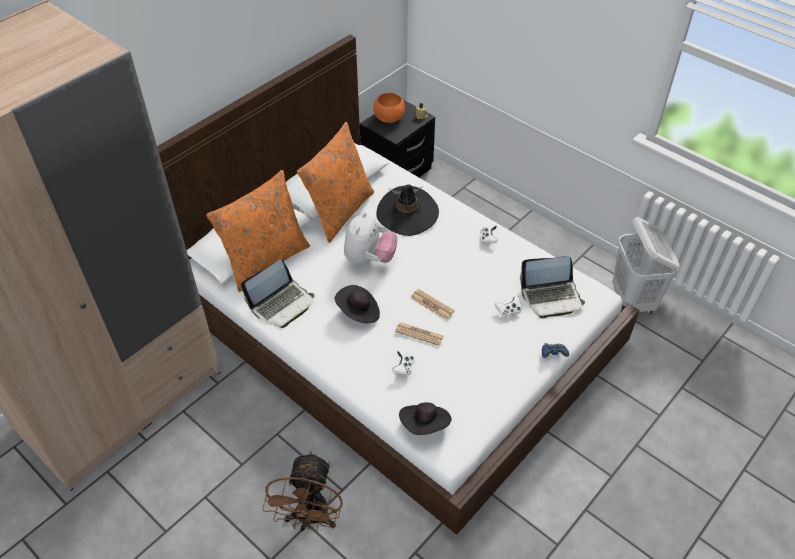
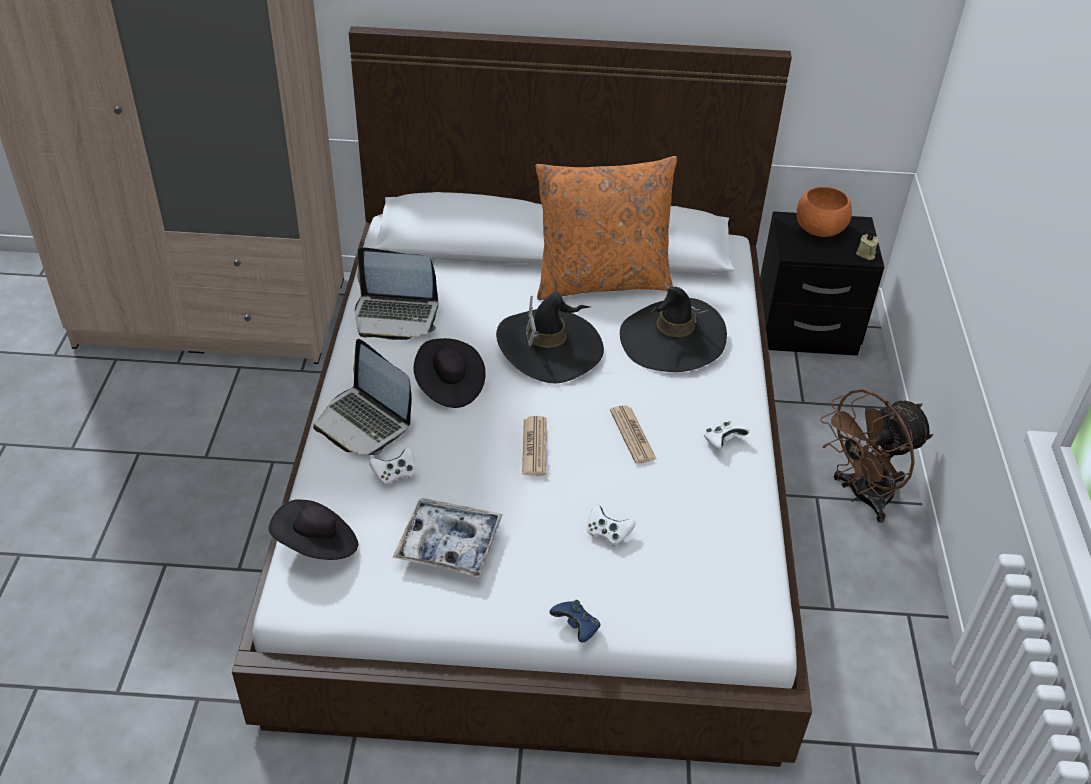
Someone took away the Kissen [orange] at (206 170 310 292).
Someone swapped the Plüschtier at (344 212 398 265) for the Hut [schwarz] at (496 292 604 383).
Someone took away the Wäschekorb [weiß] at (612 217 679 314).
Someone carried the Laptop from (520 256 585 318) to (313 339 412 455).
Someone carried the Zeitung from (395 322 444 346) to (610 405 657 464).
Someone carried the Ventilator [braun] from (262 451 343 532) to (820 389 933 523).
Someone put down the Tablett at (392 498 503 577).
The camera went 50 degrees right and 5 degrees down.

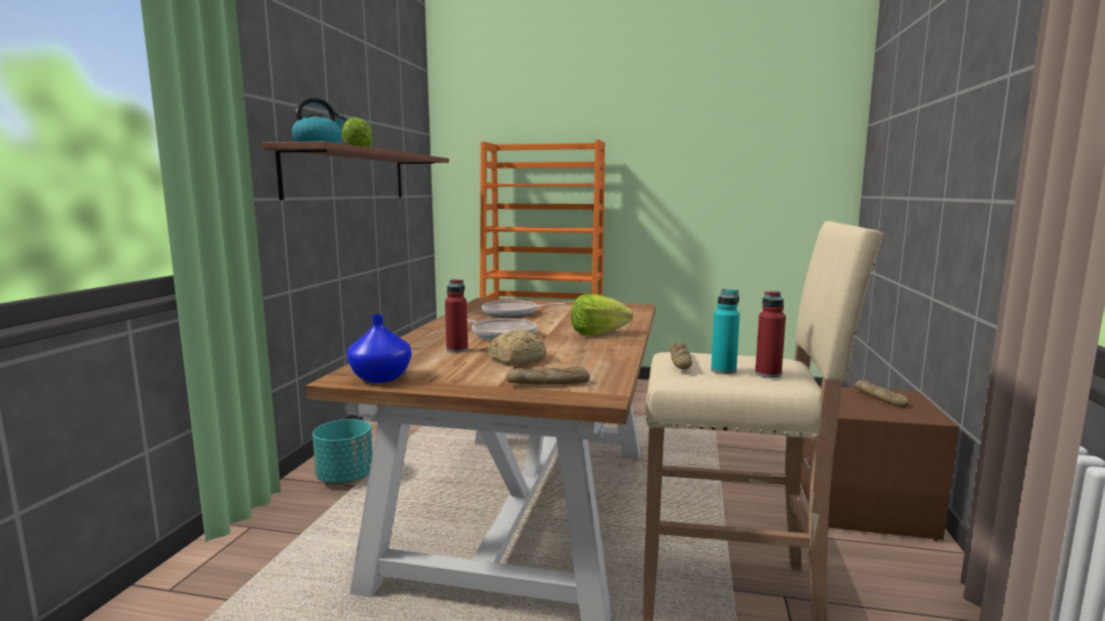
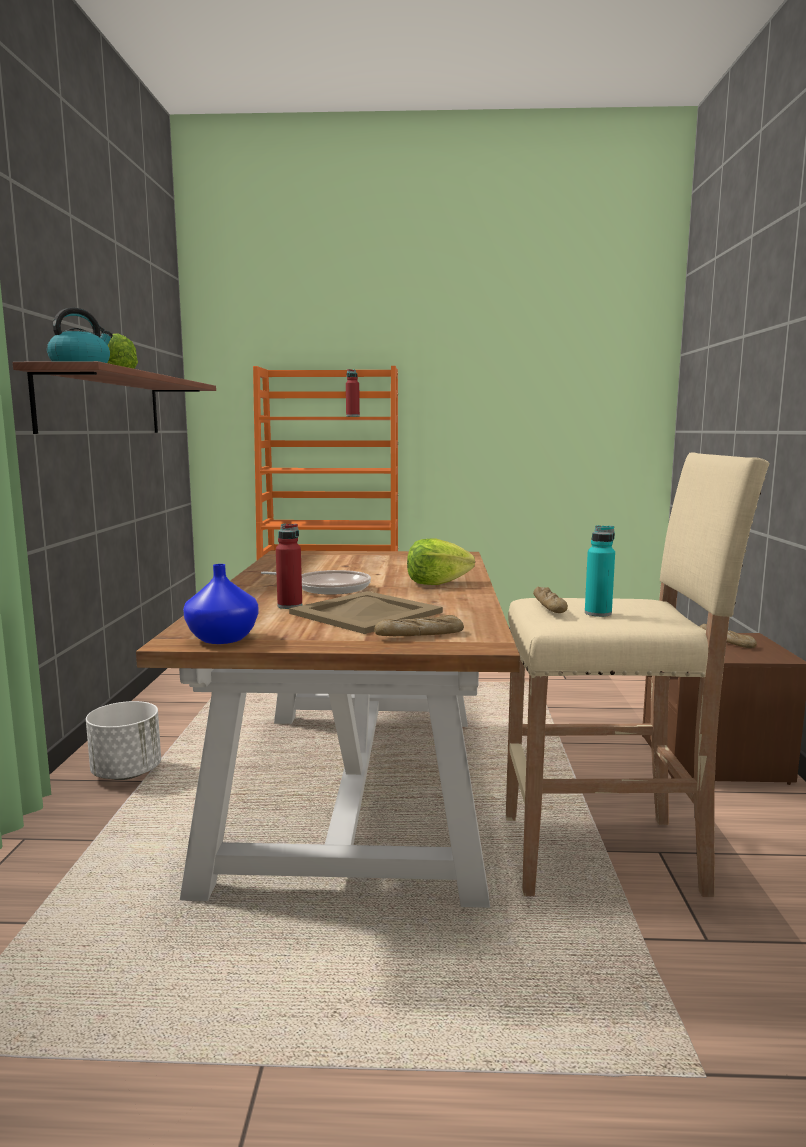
Someone carried the Flasche [rot] from (755 291 786 378) to (346 369 360 417).
Someone took away the Pfanne at (482 300 565 318).
Someone swapped the Brot at (487 329 547 365) for the Tablett [beige] at (289 591 443 634).
Someone repainted the Pflanzkübel [türkis] at (312 419 373 484), which became the Pflanzkübel [weiß] at (86 701 161 780).
The camera went 10 degrees left and 0 degrees up.

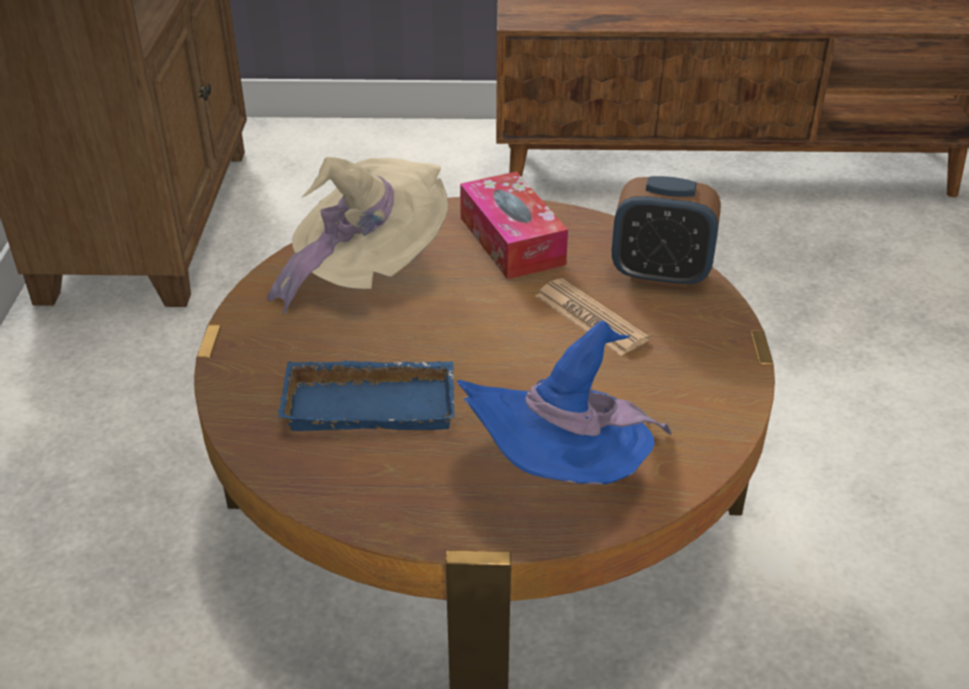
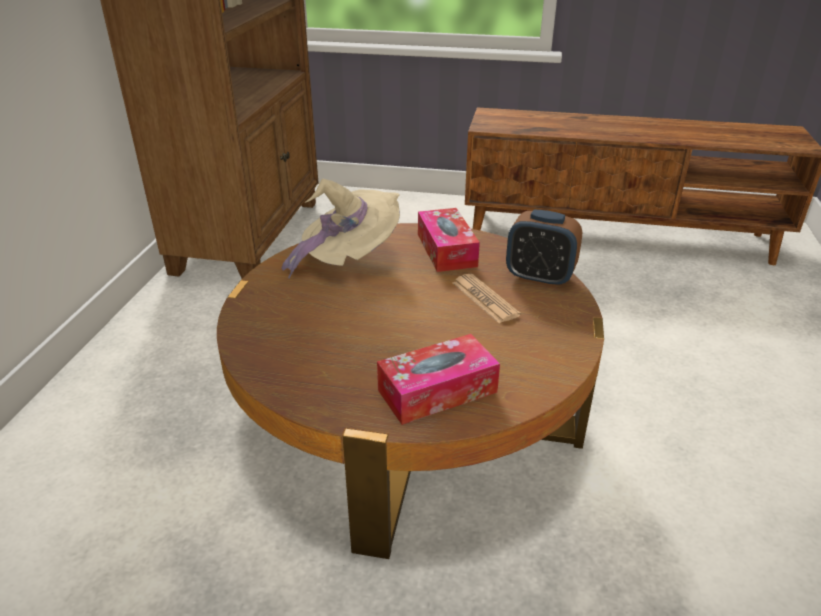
Someone swapped the Hut [blau] at (457 320 672 485) for the Taschentuchbox at (377 334 500 425).
Someone took away the Tablett [blau] at (278 360 455 431).
The camera went 10 degrees right and 5 degrees down.

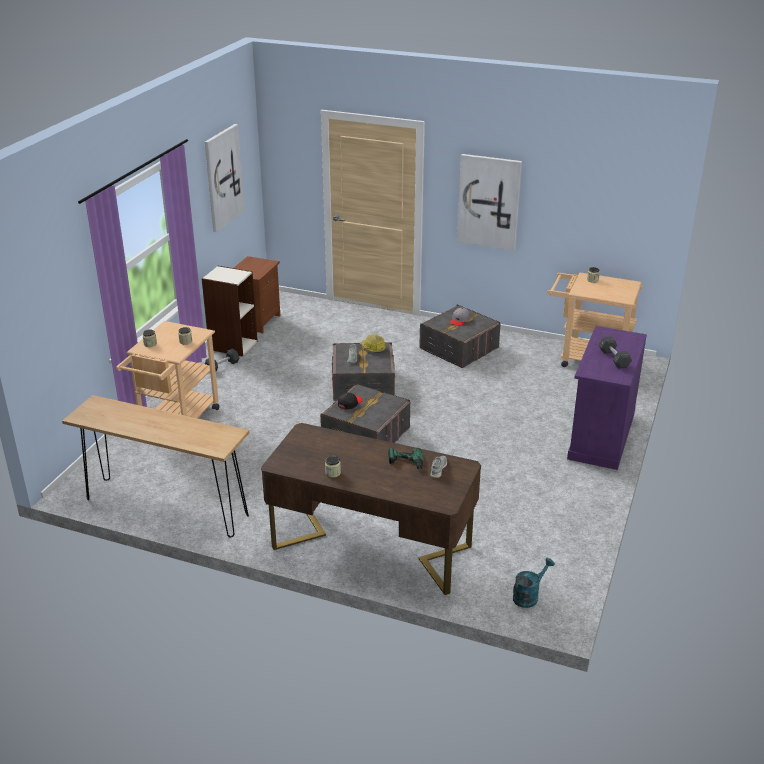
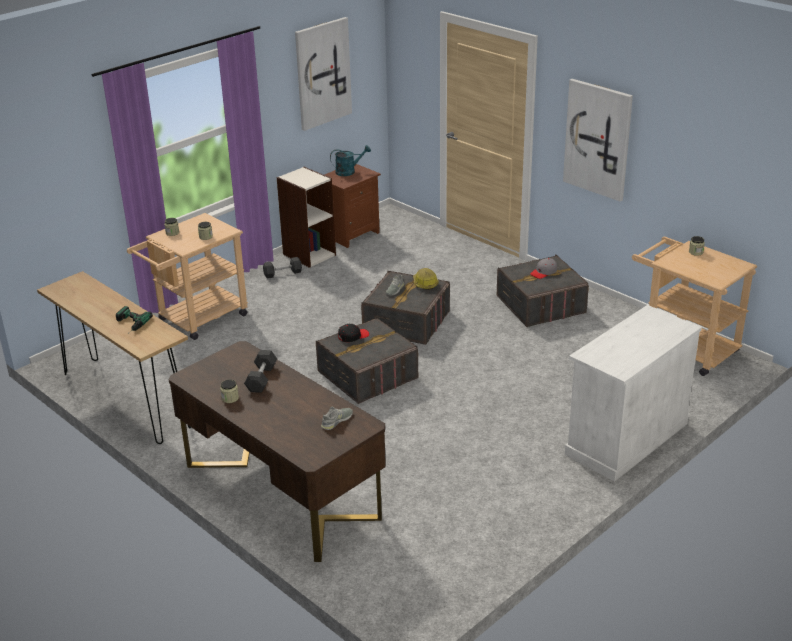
Someone repainted the Schrank [lila] at (567 326 647 470), which became the Schrank [weiß] at (565 305 702 482).
Someone carried the Hantel [grau] from (598 336 632 369) to (244 350 277 393).
Someone carried the Bohrmaschine from (388 448 423 474) to (116 306 153 334).
Someone carried the Gießkanne [türkis] from (513 558 555 608) to (330 145 371 176).
The camera went 25 degrees right and 0 degrees up.

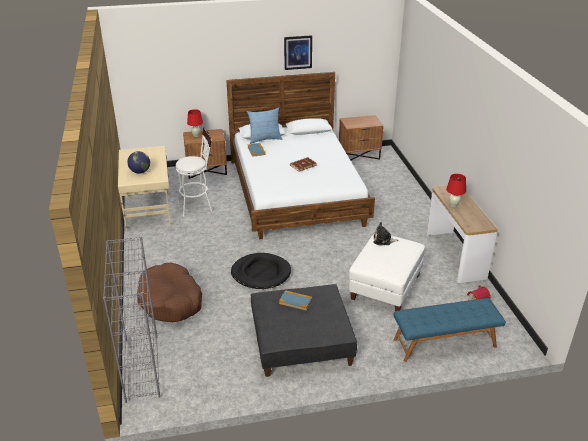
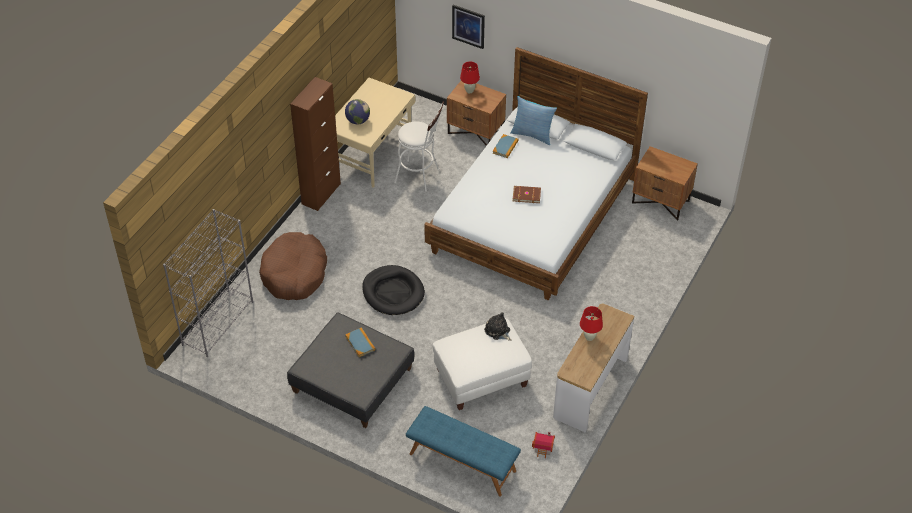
Someone carried the Bild from (284 35 312 70) to (452 5 485 49).
Someone put down the Schrank [braun] at (290 77 341 211).
The camera went 40 degrees right and 15 degrees up.

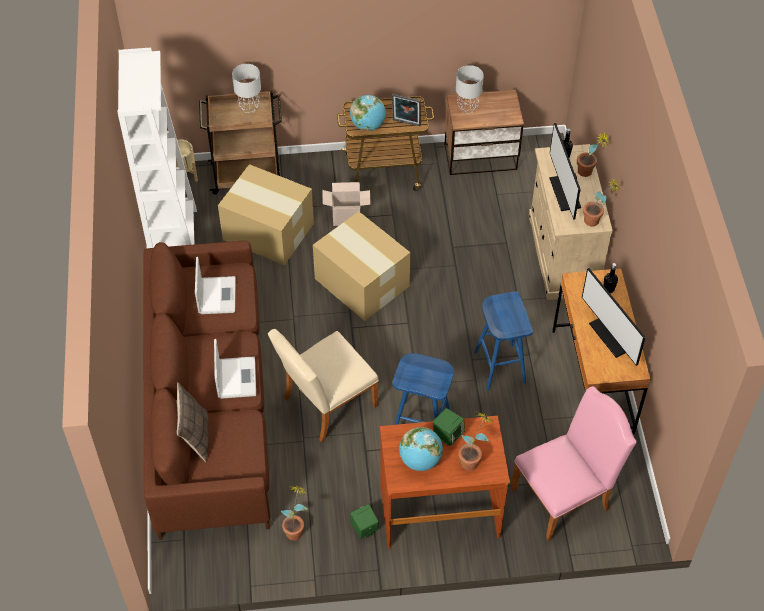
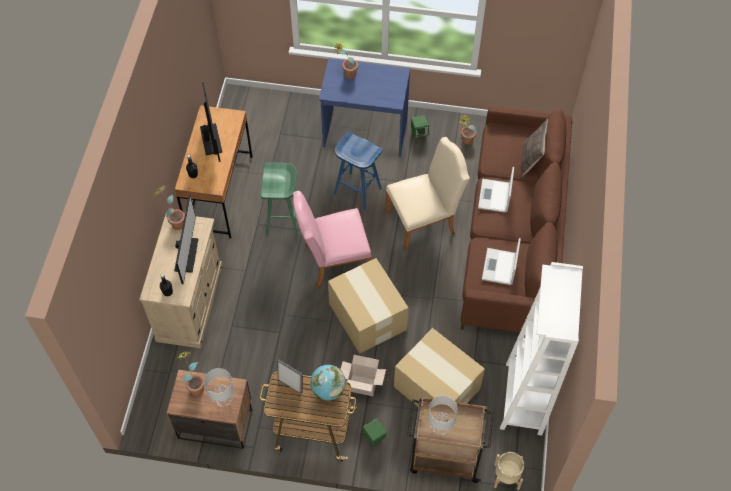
Someone carried the Topfpflanze from (577 133 610 177) to (175 351 204 396).
Someone repainted the Hocker [blau] at (474 291 533 391), which became the Hocker [grün] at (261 162 299 237).
Someone carried the Stuhl [rosa] from (511 386 637 541) to (293 191 371 287).
Someone carried the Lautsprecher [grün] from (433 408 465 446) to (362 418 387 446).
Someone repainted the Schreibtisch [braun] at (380 416 510 549), which became the Schreibtisch [blau] at (319 58 410 157).
Someone took away the Globus at (399 427 443 471).
The camera went 165 degrees left and 5 degrees up.

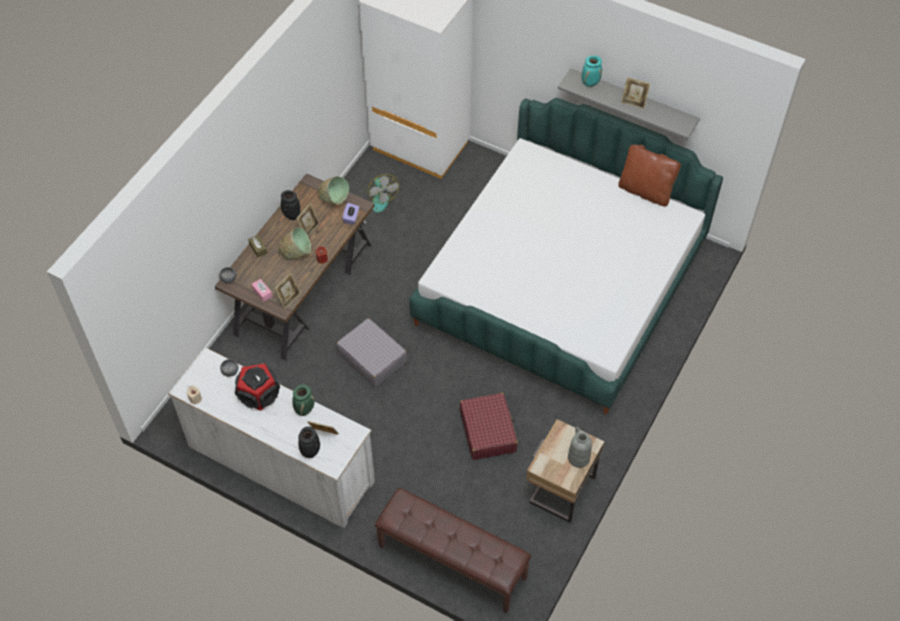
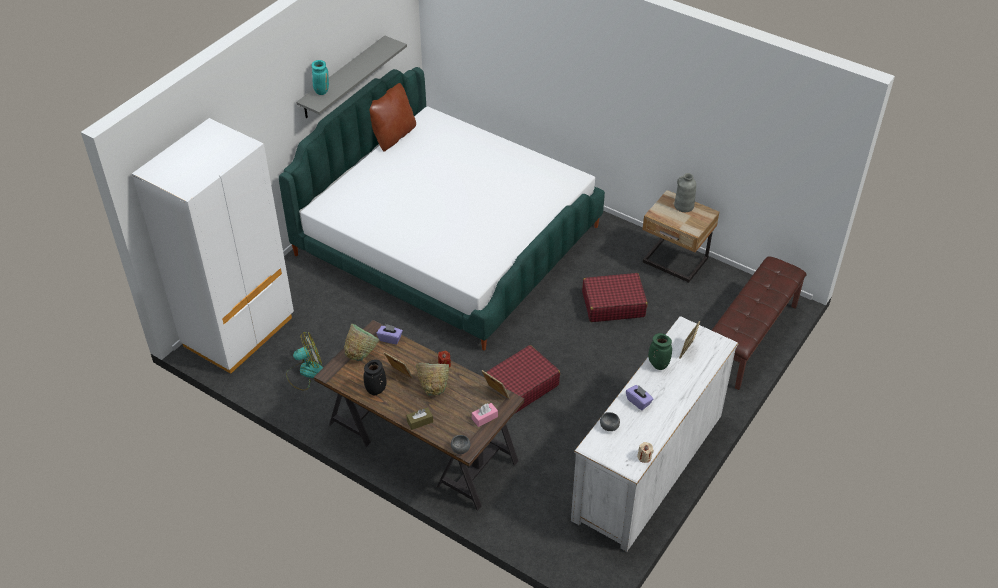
Someone took away the Bilderrahmen at (621 77 650 109).
Someone repainted the Koffer [grau] at (336 318 407 387), which became the Koffer [rot] at (484 345 560 413).
Someone swapped the Lautsprecher at (235 363 280 411) for the Taschentuchbox [lila] at (626 385 654 410).
Someone took away the Vase [schwarz] at (298 426 320 458).
The camera went 85 degrees left and 10 degrees down.

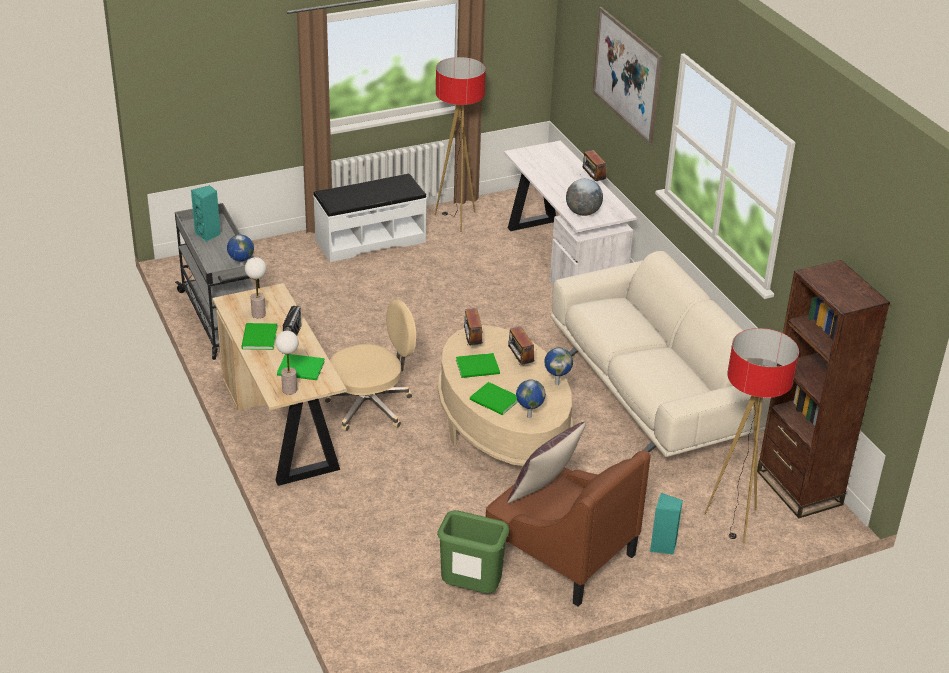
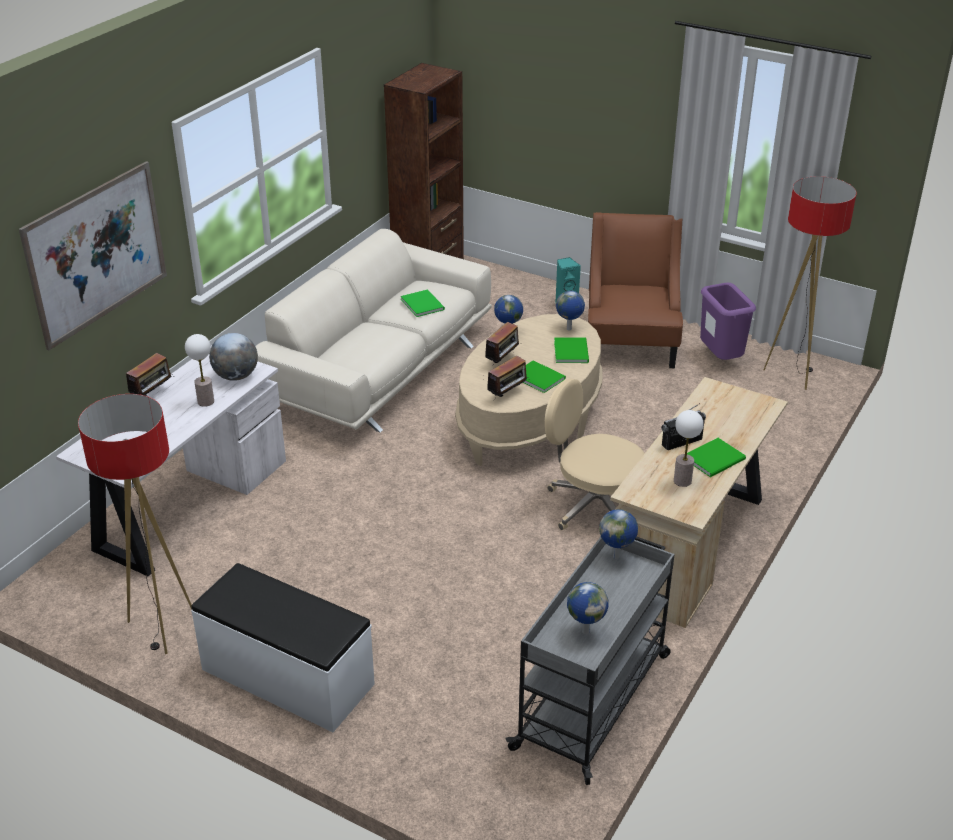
Someone swapped the Lautsprecher [türkis] at (191 185 221 242) for the Globus at (567 582 608 634).
Someone carried the Stehlampe from (704 328 799 543) to (764 176 857 390).
Someone carried the Tischlampe from (275 331 299 395) to (185 334 214 407).
Someone carried the Buch [grün] from (277 354 325 380) to (401 289 445 317).
Someone took away the Kissen [braun] at (507 422 586 503).
Someone repainted the Mülleimer [grün] at (437 510 509 593), which became the Mülleimer [lila] at (700 282 756 360).
The camera went 125 degrees left and 0 degrees up.

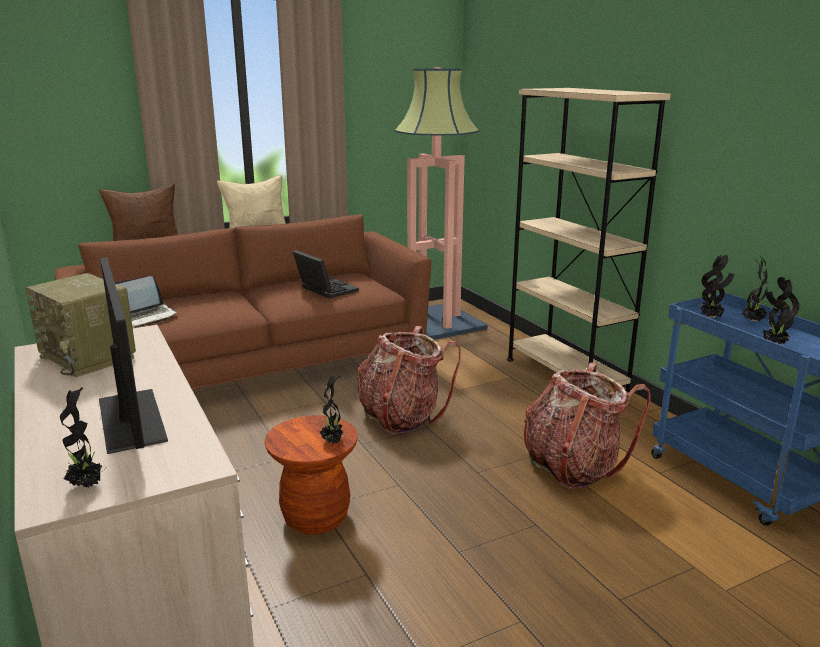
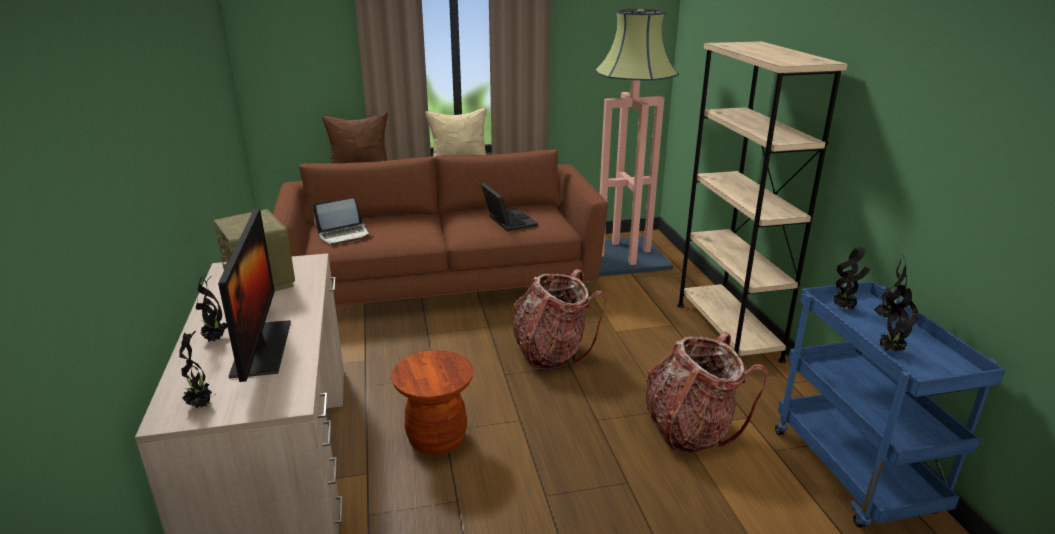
Someone carried the Topfpflanze from (320 376 345 444) to (196 276 227 342).
The camera went 15 degrees right and 5 degrees up.

